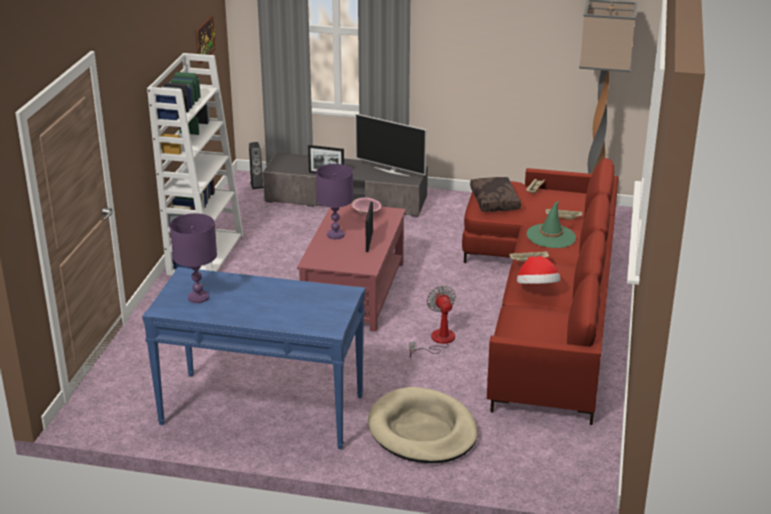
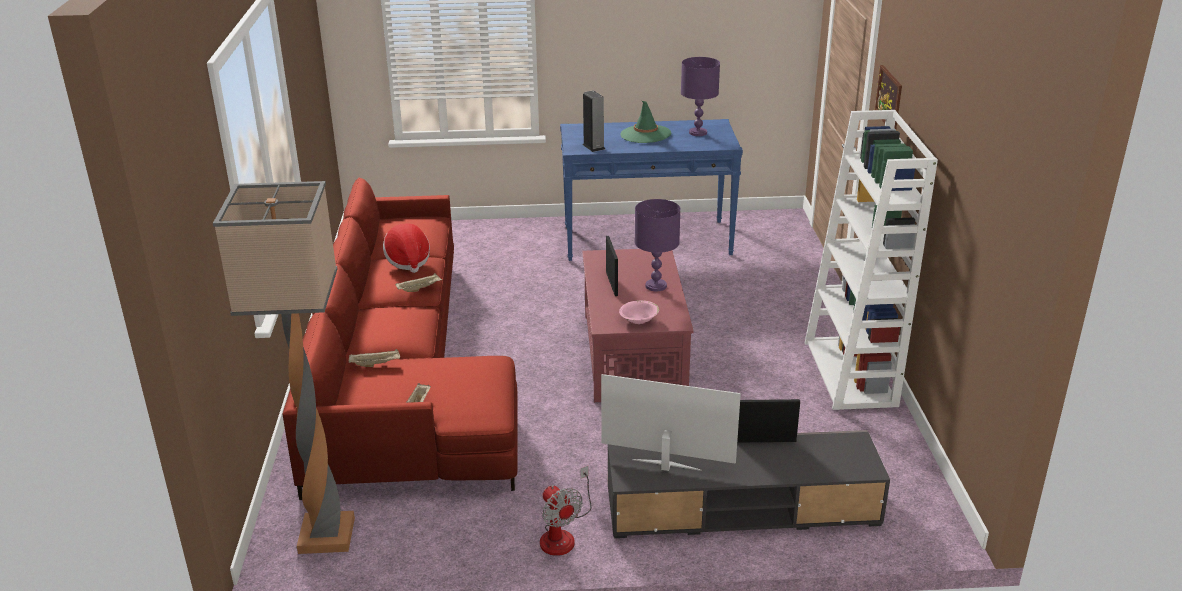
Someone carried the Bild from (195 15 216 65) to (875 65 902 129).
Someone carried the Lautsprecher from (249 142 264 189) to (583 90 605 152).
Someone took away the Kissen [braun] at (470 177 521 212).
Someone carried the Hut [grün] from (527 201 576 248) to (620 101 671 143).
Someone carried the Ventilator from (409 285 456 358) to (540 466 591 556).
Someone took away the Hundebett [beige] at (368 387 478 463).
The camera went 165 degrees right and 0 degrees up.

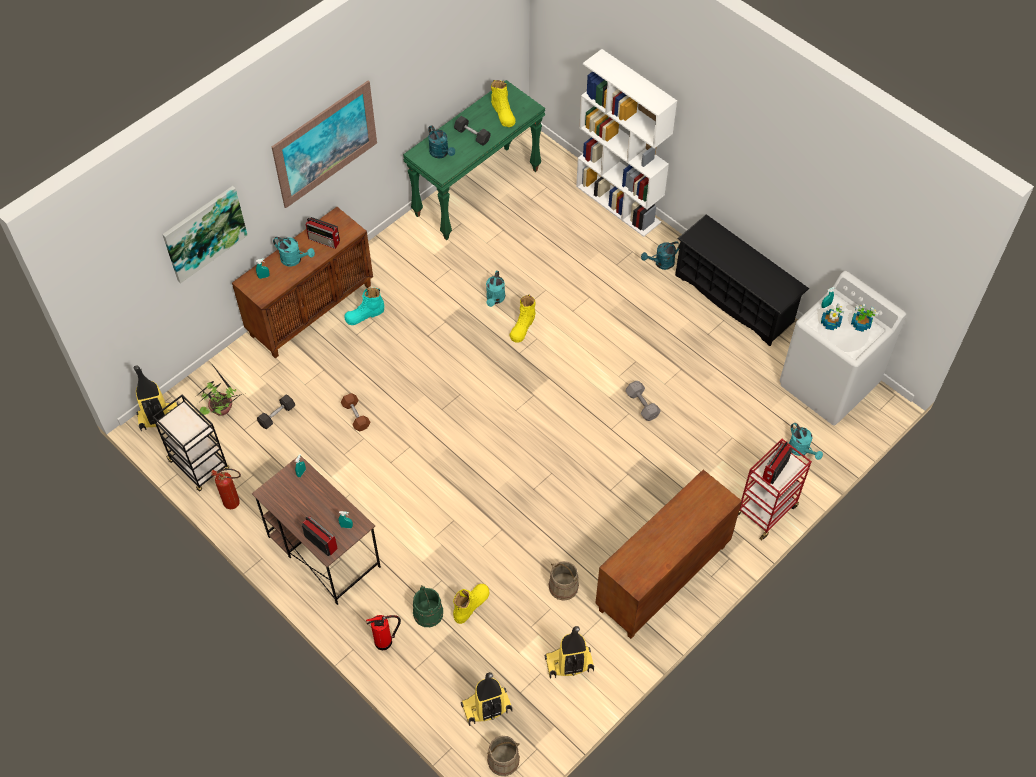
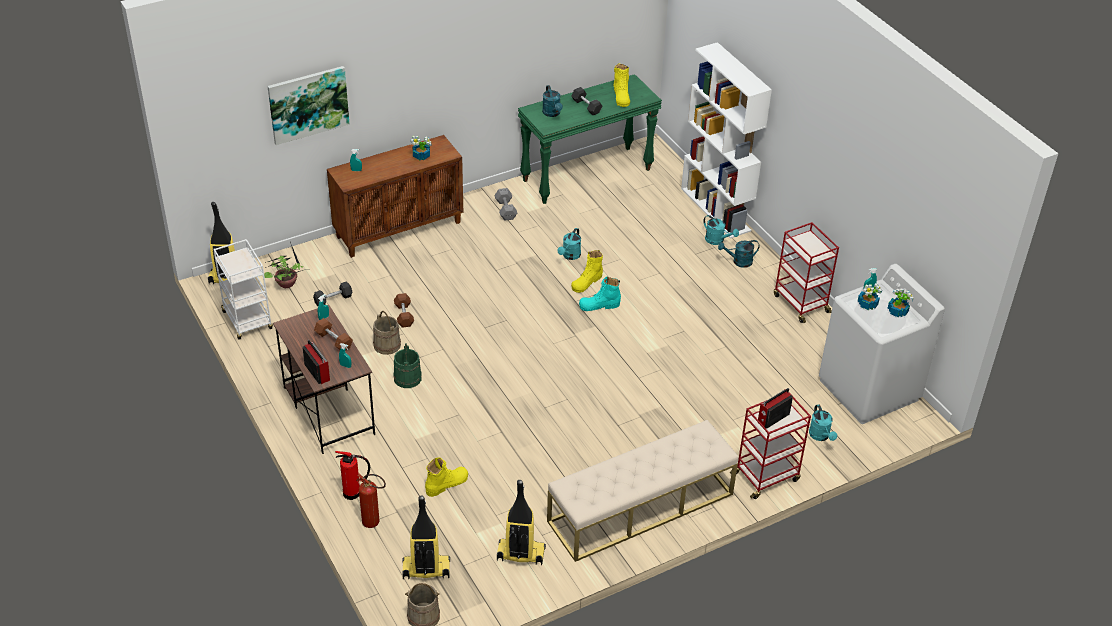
Someone took away the Bild at (272 80 377 208).
Someone swapped the Schuhregal [schwarz] at (675 214 809 346) for the Rollwagen [rot] at (774 222 839 323).
Someone swapped the Radio at (306 217 340 249) for the Topfpflanze at (410 136 431 160).
Someone carried the Gießkanne [türkis] from (273 237 315 267) to (703 215 739 245).
Someone carried the Stiefel [türkis] from (345 288 384 325) to (579 277 621 311).
Someone carried the Hantel [grau] from (625 381 661 421) to (494 188 517 221).
Someone repainted the Rollwagen [schwarz] at (153 395 229 491), which became the Rollwagen [weiß] at (213 239 273 340).
Someone carried the Feuerlöscher from (211 469 241 509) to (357 474 386 528).
Someone swapped the Schrank [braun] at (595 470 742 639) for the Bank [beige] at (547 420 739 562).
Someone carried the Eimer [beige] from (548 561 579 601) to (373 311 401 355).
Someone carried the Eimer [grün] from (413 585 443 627) to (394 343 422 388).
Someone put down the Hantel [braun] at (314 318 353 351).
The camera went 15 degrees right and 15 degrees down.

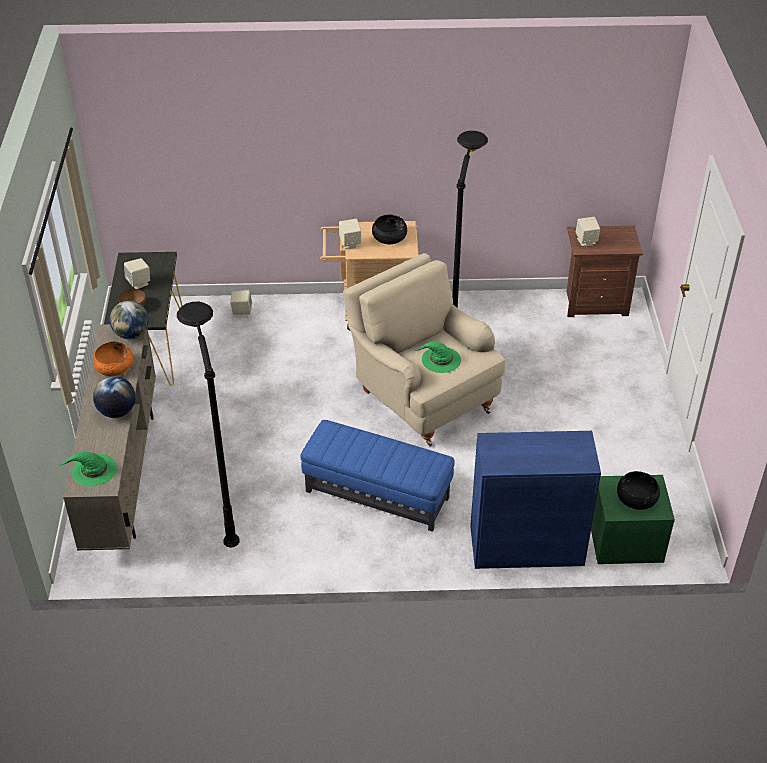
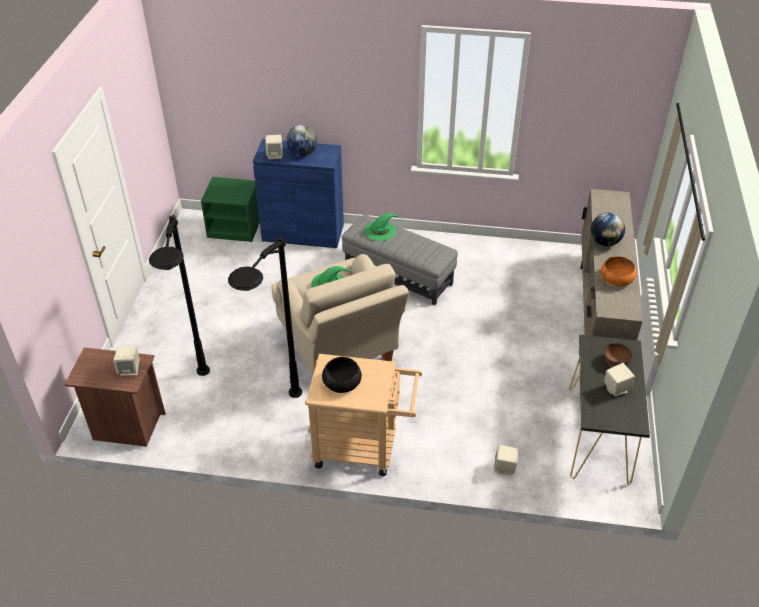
Someone carried the Lautsprecher [beige] from (339 219 361 249) to (265 135 283 159).
Someone carried the Globus from (110 301 149 339) to (286 125 317 156).
Someone carried the Stehlampe [schwarz] from (177 301 240 547) to (149 215 210 376).
Someone repainted the Polsterhocker [blau] at (300 420 455 532), which became the Polsterhocker [grau] at (342 215 458 305).
Someone carried the Hut [grün] from (60 452 117 487) to (364 213 402 241).
Someone took away the Schüssel [schwarz] at (617 471 660 510).
The camera went 170 degrees left and 0 degrees up.

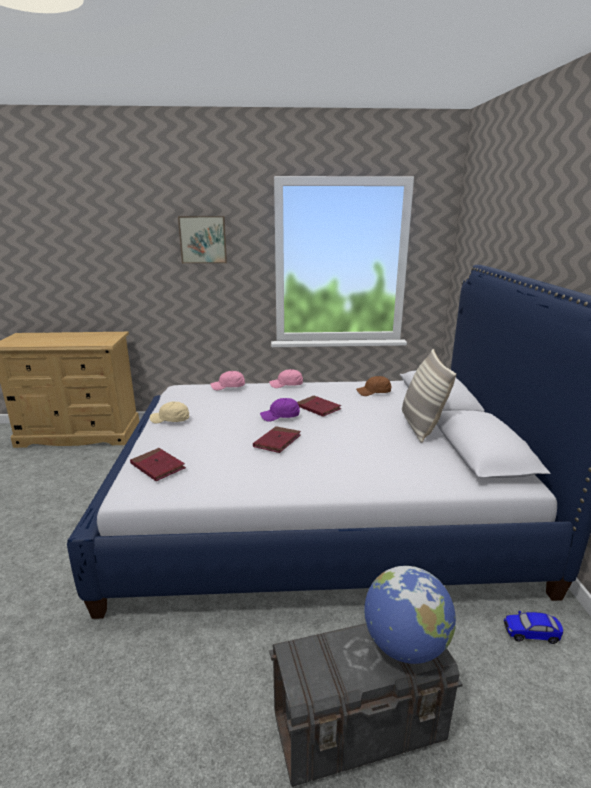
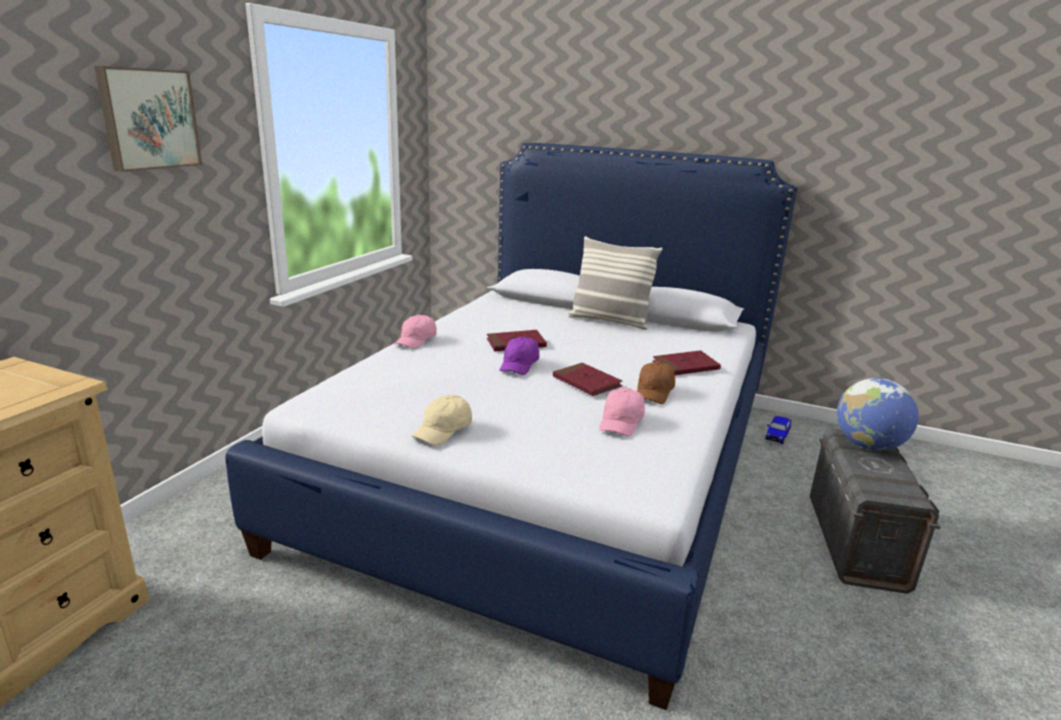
Someone carried the Kappe [rosa] from (211 371 245 390) to (599 388 645 437).
Someone carried the Kappe [braun] from (356 376 391 396) to (637 362 675 404).
Someone carried the Buch [rot] from (130 448 186 481) to (653 350 721 375).
The camera went 65 degrees left and 0 degrees up.

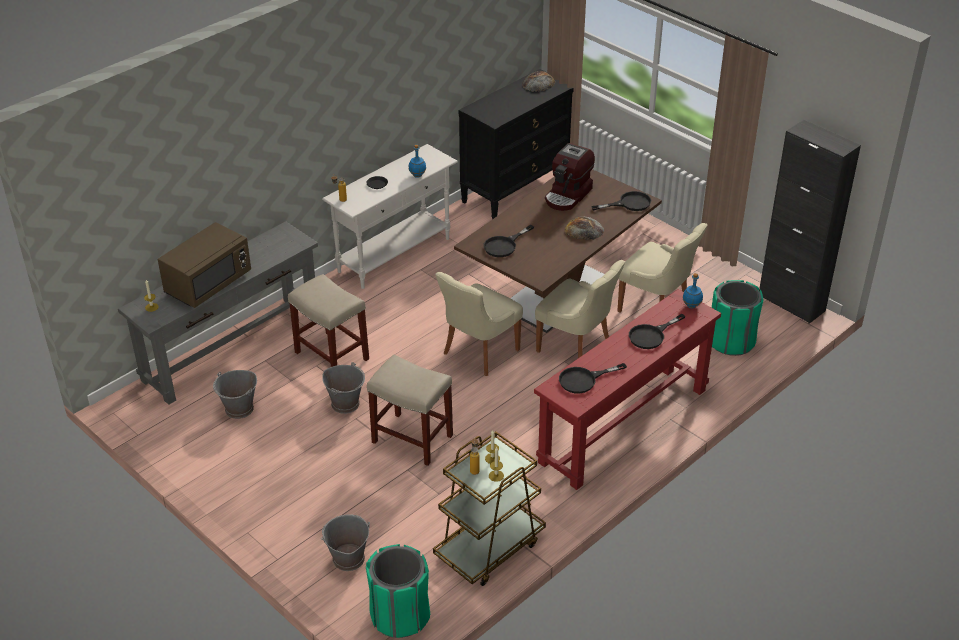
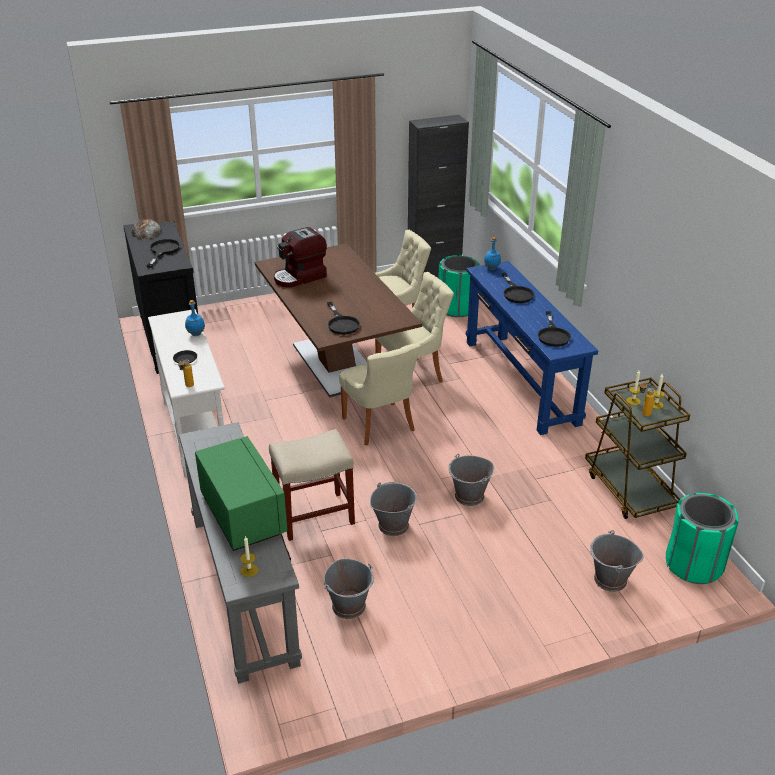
Someone rotated the Kaffeemaschine at (545 143 595 211) by 90 degrees clockwise.
Someone carried the Pfanne [schwarz] from (591 191 651 211) to (147 239 180 268).
Someone took away the Brot at (564 217 604 240).
Someone repainted the Mikrowelle [braun] at (158 222 251 308), which became the Mikrowelle [grün] at (195 436 287 551).
Someone repainted the Konsolentisch [rot] at (534 289 721 490), which became the Konsolentisch [blau] at (466 261 598 435).
Someone swapped the Hocker [beige] at (367 355 453 466) for the Eimer [grau] at (448 454 494 506).
The camera went 65 degrees left and 5 degrees down.

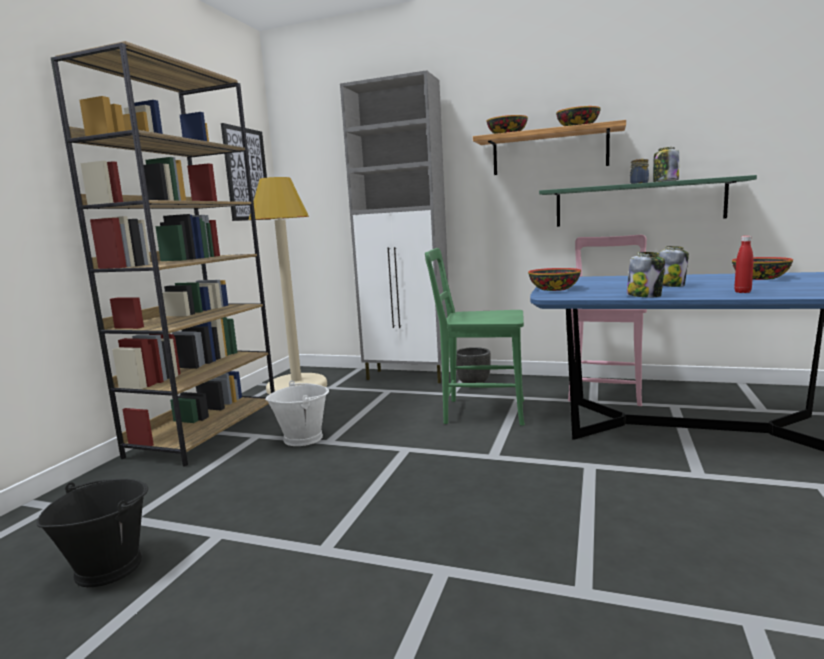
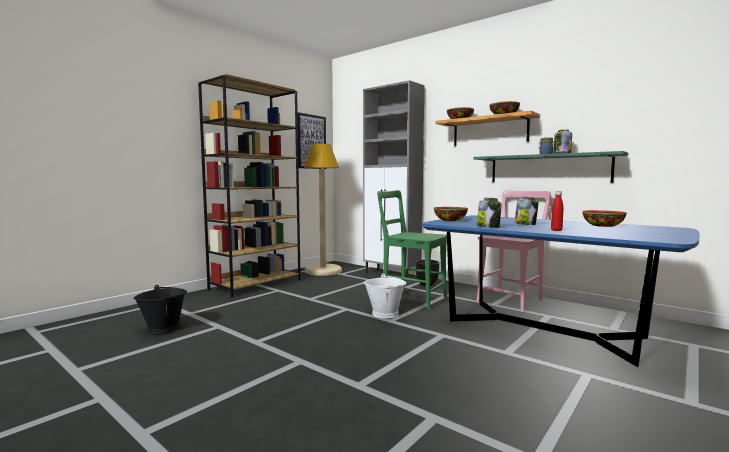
Someone carried the Eimer [weiß] from (265 380 329 446) to (364 274 406 318).
The camera went 20 degrees right and 5 degrees down.

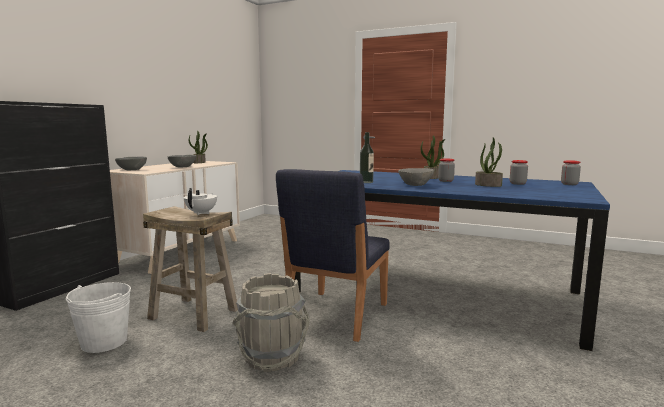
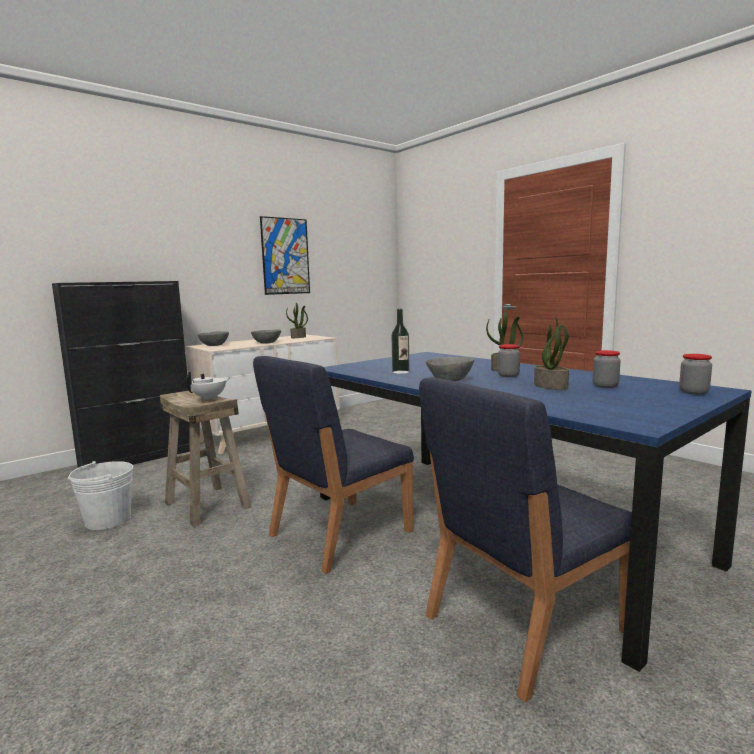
Someone took away the Eimer [grau] at (233 273 310 372).
Someone put up the Bild at (260 216 310 295).
Someone put down the Stuhl [blau] at (419 377 632 702).
The camera went 25 degrees right and 0 degrees up.

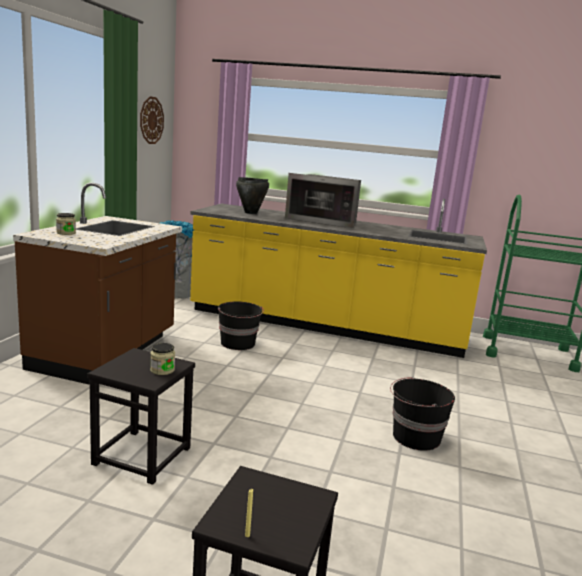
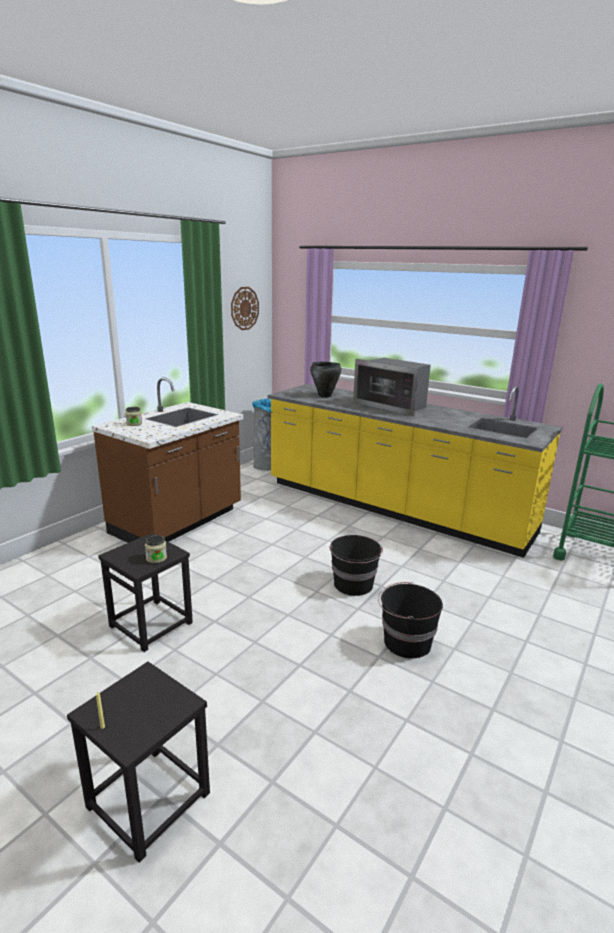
Someone carried the Eimer [schwarz] from (218 302 264 350) to (330 535 383 596).
The camera went 20 degrees right and 5 degrees up.

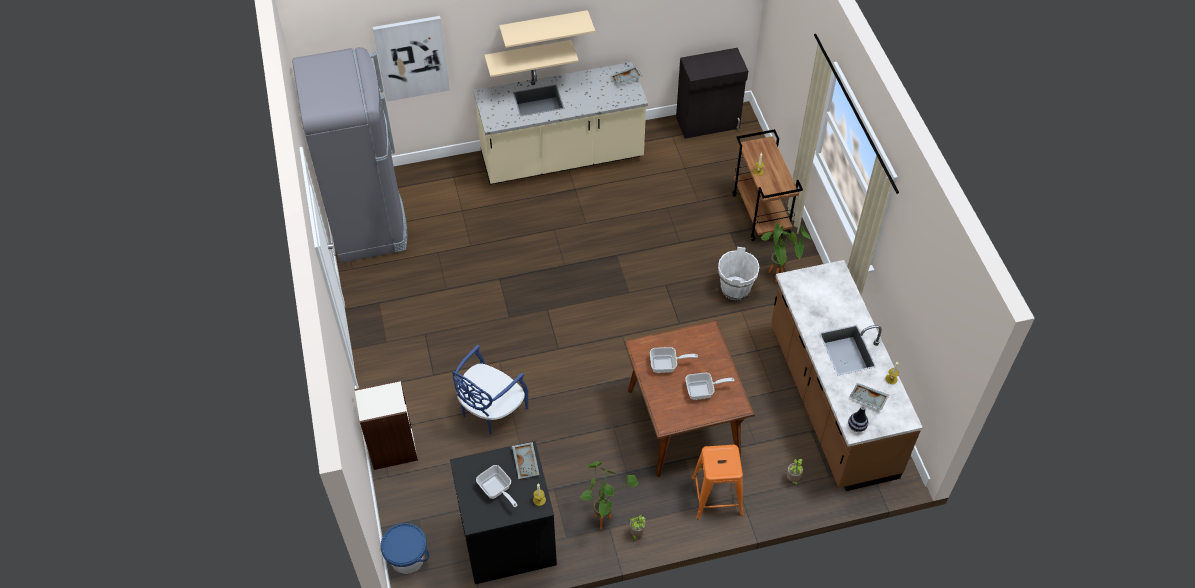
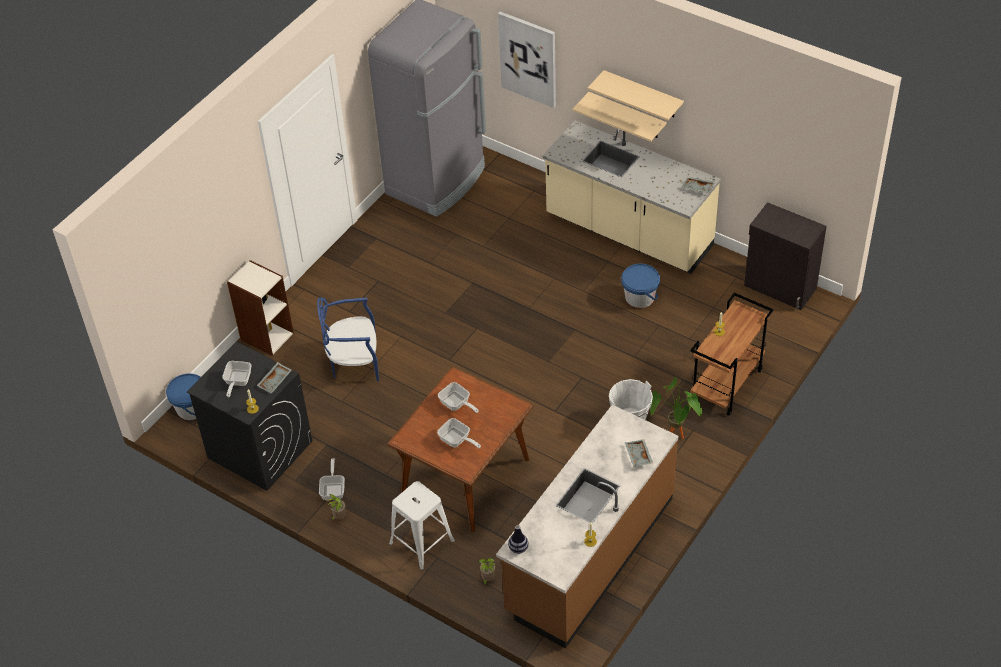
Someone carried the Tablett [grau] from (849 383 889 410) to (625 439 653 467).
Someone repainted the Hocker [orange] at (691 445 744 519), which became the Hocker [weiß] at (389 481 455 570).
Someone swapped the Topfpflanze at (580 462 638 529) for the Pfanne at (319 458 345 500).
Someone put down the Eimer [blau] at (621 264 660 308).
The camera went 50 degrees right and 5 degrees down.

